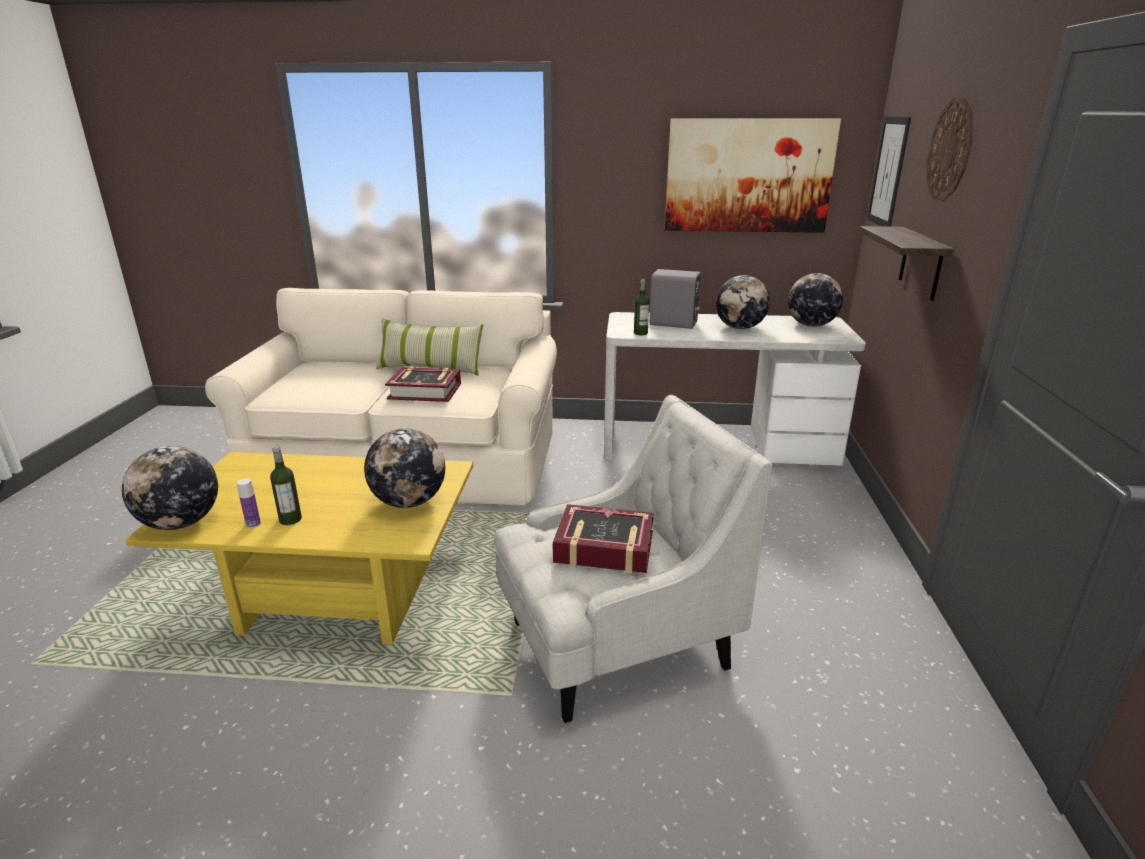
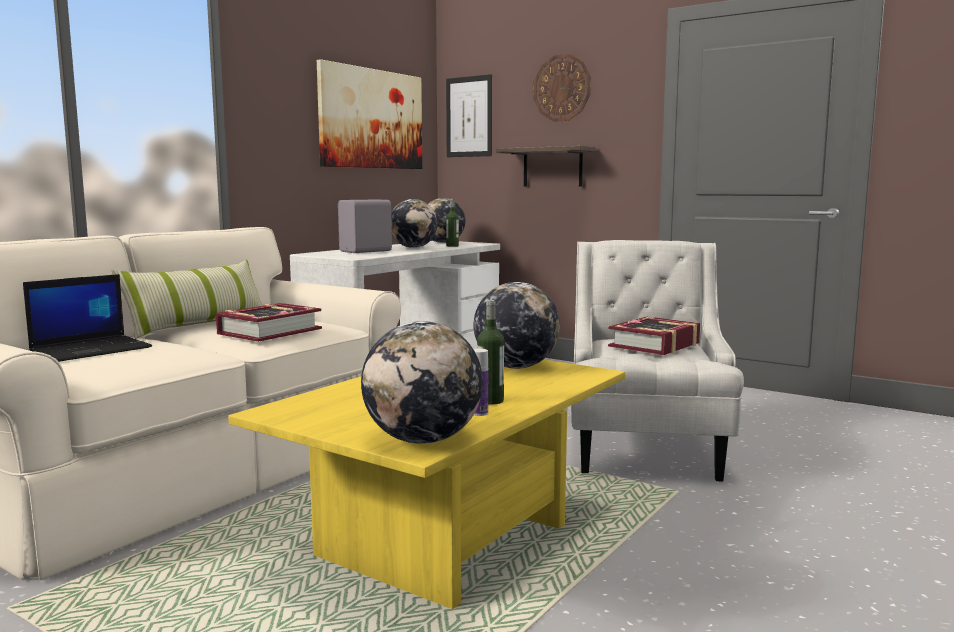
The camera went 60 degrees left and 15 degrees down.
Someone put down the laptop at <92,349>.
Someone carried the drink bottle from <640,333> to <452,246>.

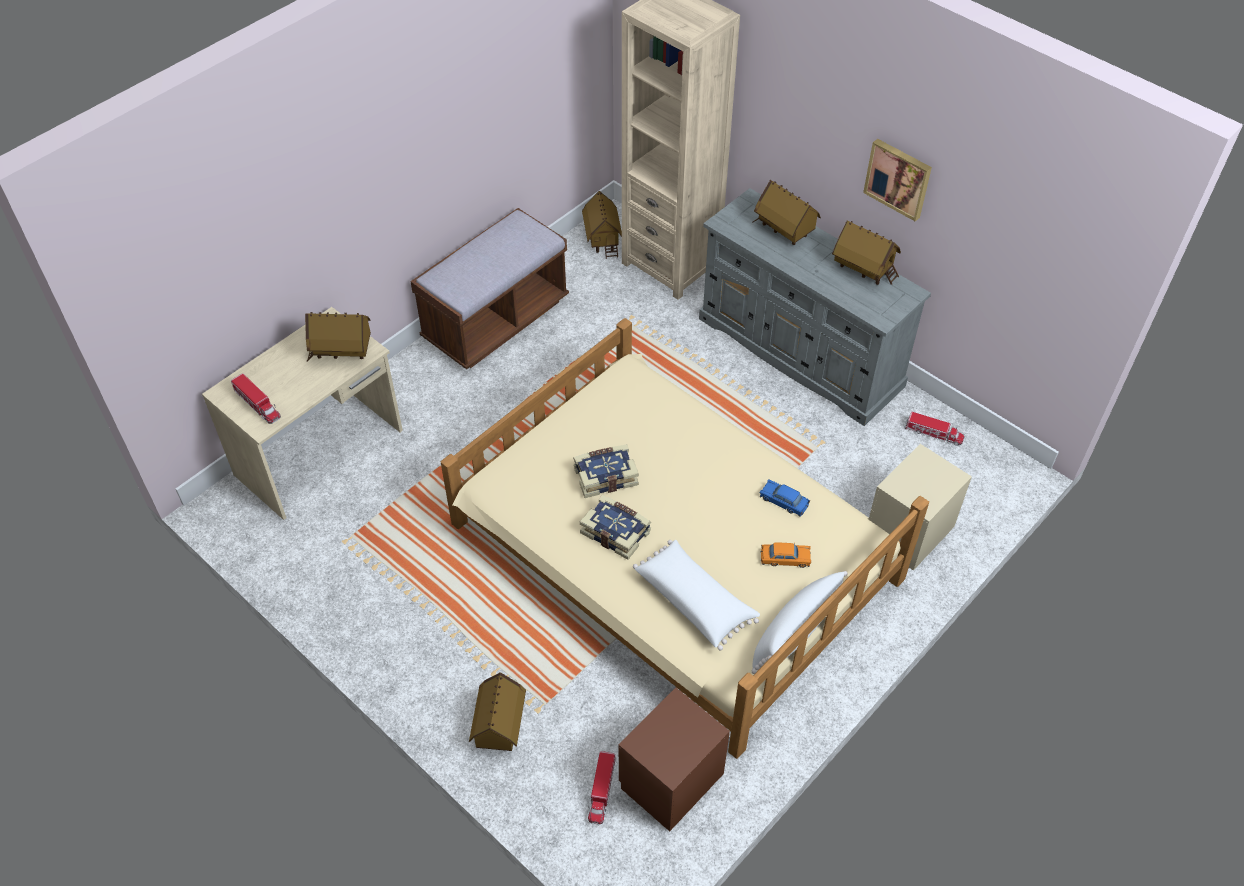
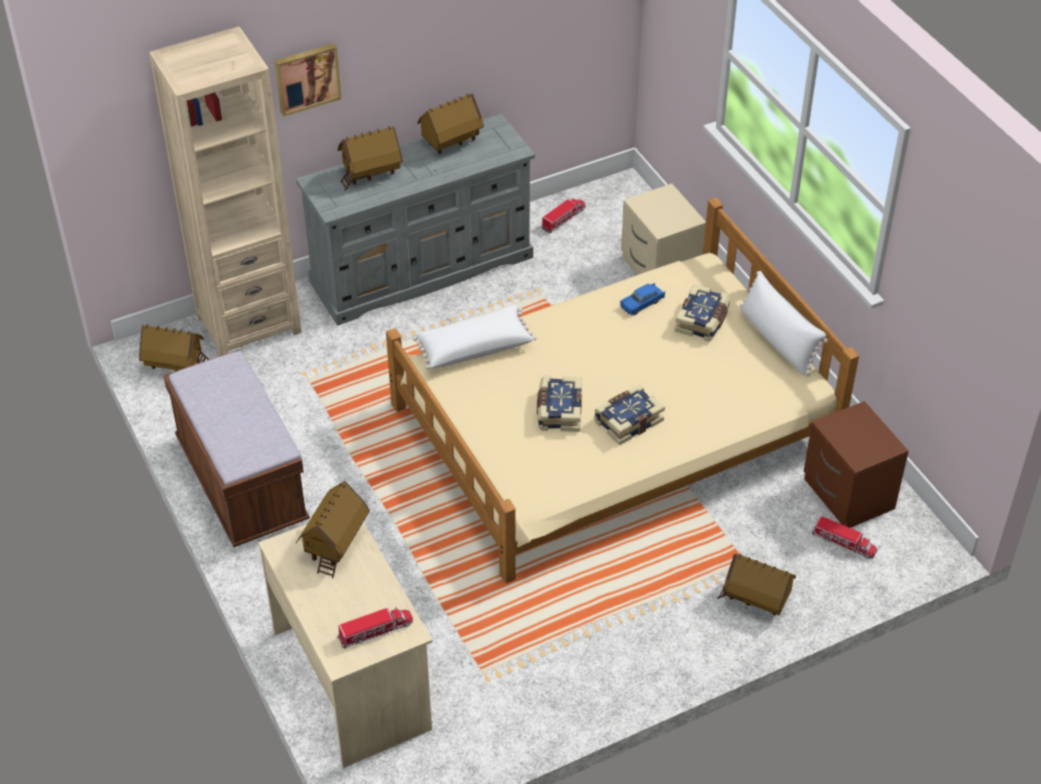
The camera went 70 degrees left and 5 degrees down.
Someone carried the picture from <898,178> to <307,77>.
Someone carried the whitish pillow from <695,600> to <474,347>.
Someone swapped the orange miniature car at <785,558> for the volume at <703,321>.

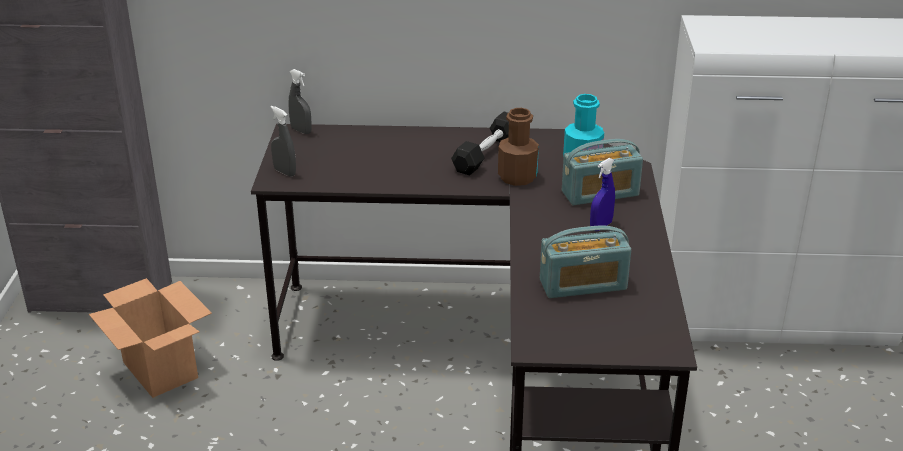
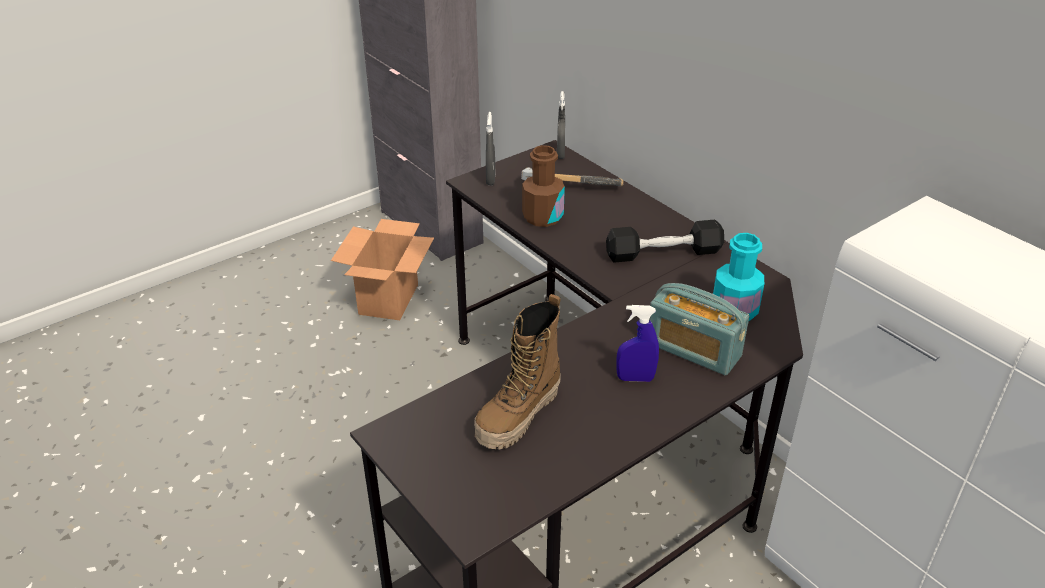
The camera went 50 degrees right and 5 degrees up.
Someone swapped the radio set at <583,285> for the tall boot at <519,416>.
Someone put down the hand hammer at <566,186>.
Someone carried the brown drink bottle from <517,177> to <542,217>.

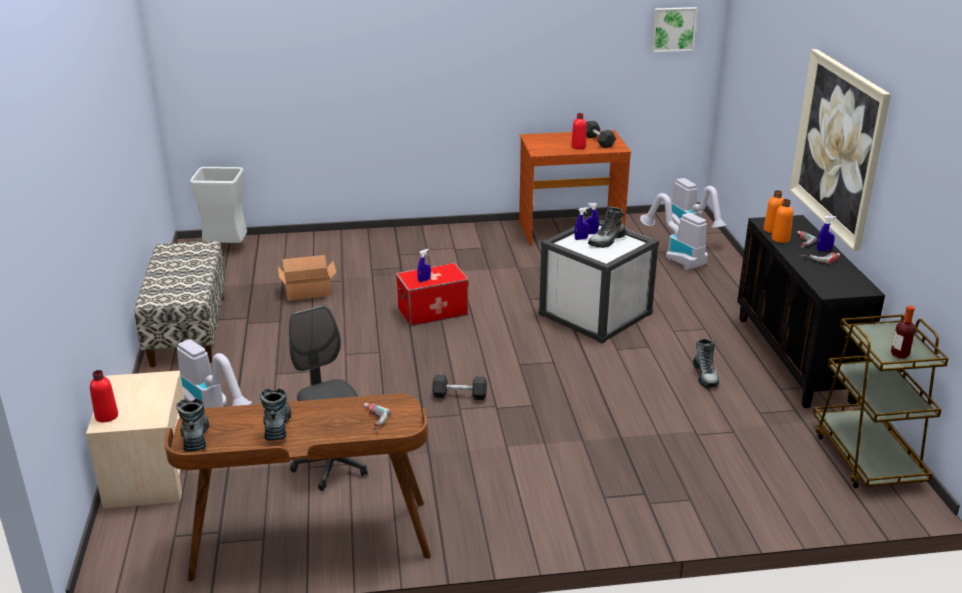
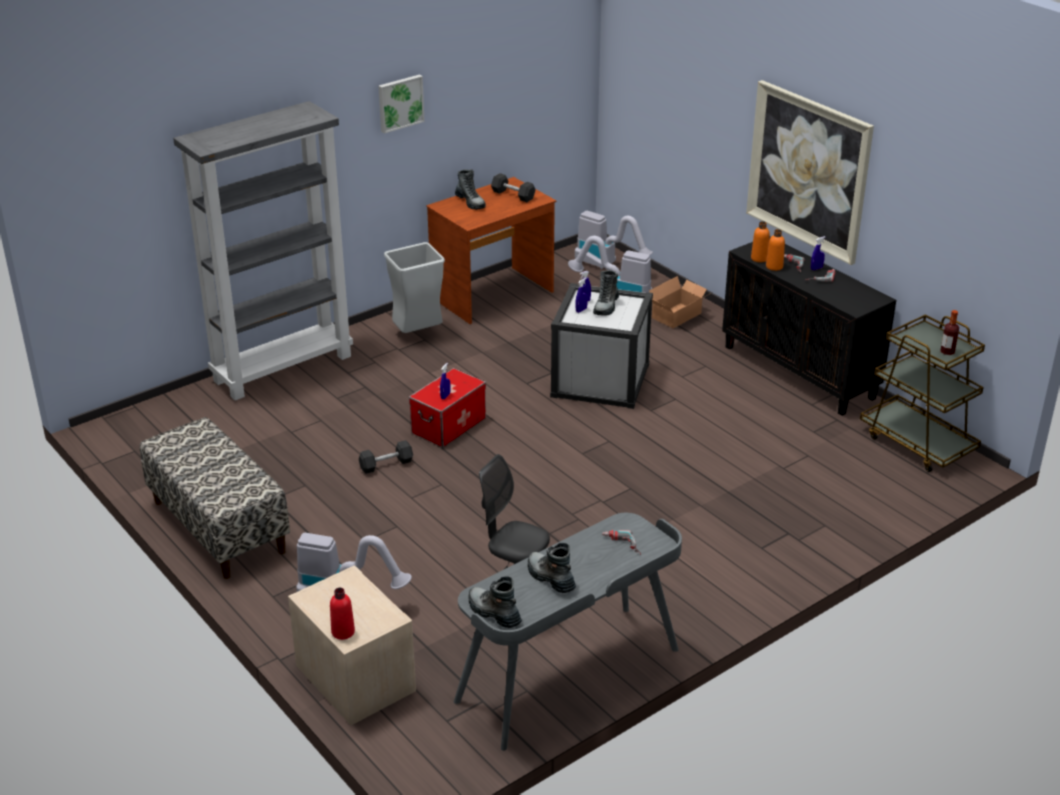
The camera went 30 degrees left and 5 degrees up.
Someone put down the greyish bookshelf at <283,367>.
Someone carried the greyish dumbbell from <459,395> to <386,464>.
Someone carried the picture from <673,29> to <400,103>.
Someone carried the greyish rubbish bin from <226,249> to <417,334>.
Someone repainted the brown desk table at <311,541>, which became the greyish desk table at <569,676>.
Someone carried the tall boot from <705,376> to <470,202>.
Someone carried the packing box from <309,292> to <678,316>.
Someone took away the reddish drink bottle at <578,147>.

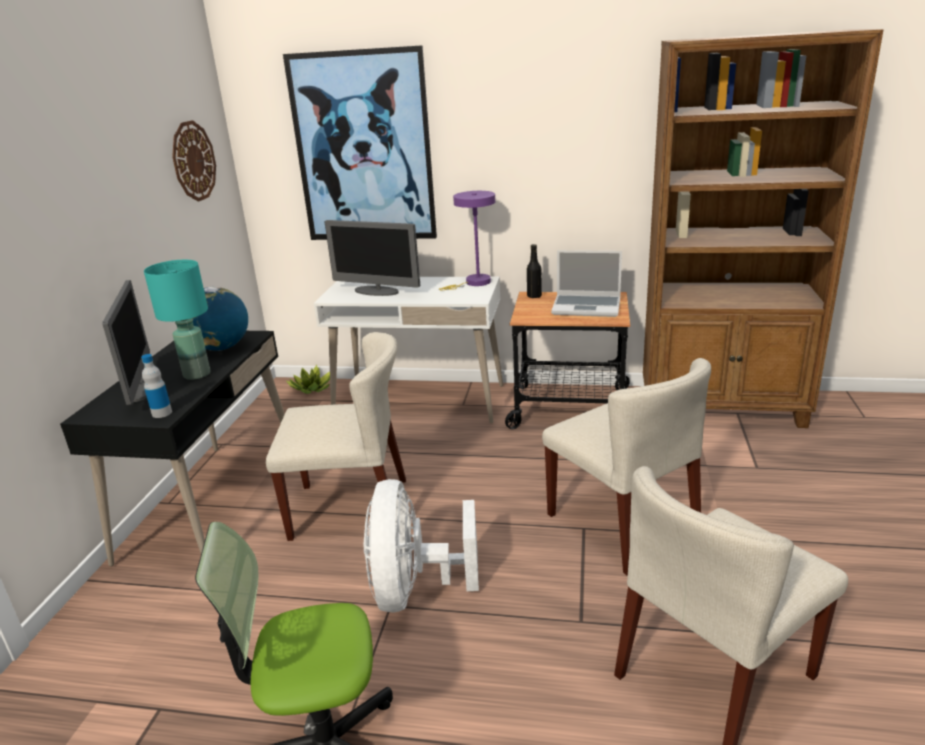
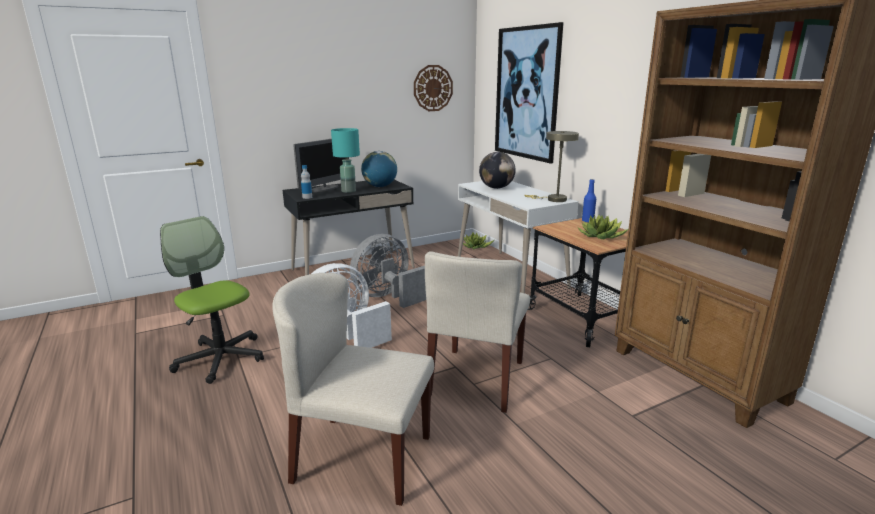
The camera went 50 degrees right and 5 degrees down.
Someone swapped the beige-coloured plain chair at <351,508> for the greyish electric fan at <388,297>.
Someone swapped the computer display at <377,291> for the world globe at <496,188>.
Someone repainted the purple-coloured table lamp at <474,283>, which became the beige-coloured table lamp at <553,199>.
Someone swapped the laptop at <587,307> for the plant in a pot at <601,236>.
Someone repainted the blackish drink bottle at <534,296>, which became the blue-coloured drink bottle at <587,221>.

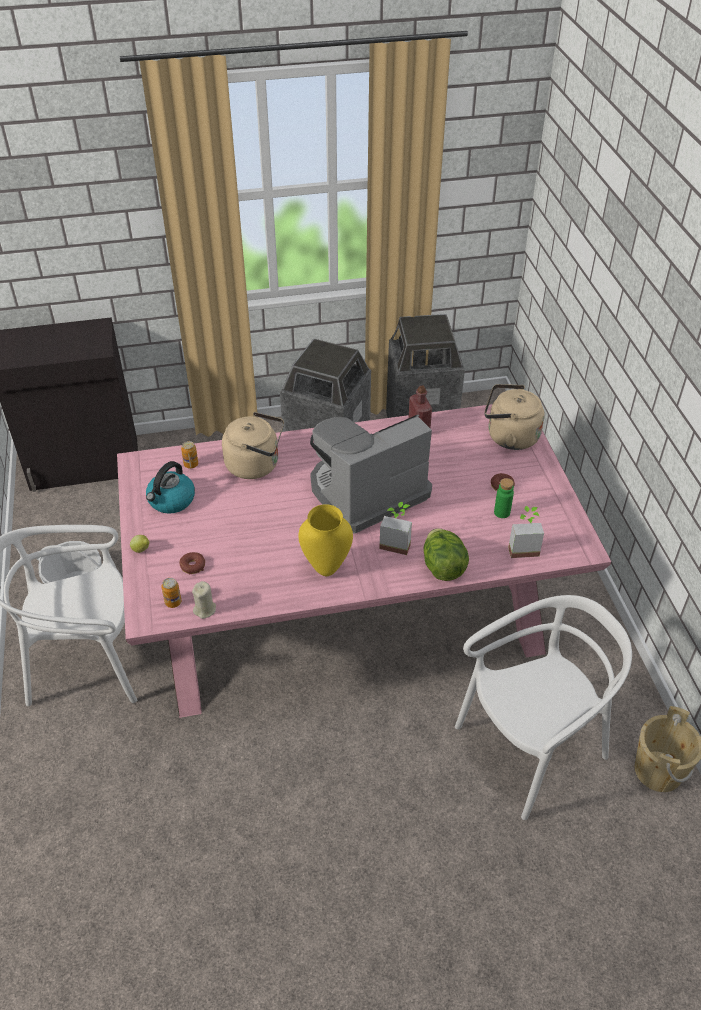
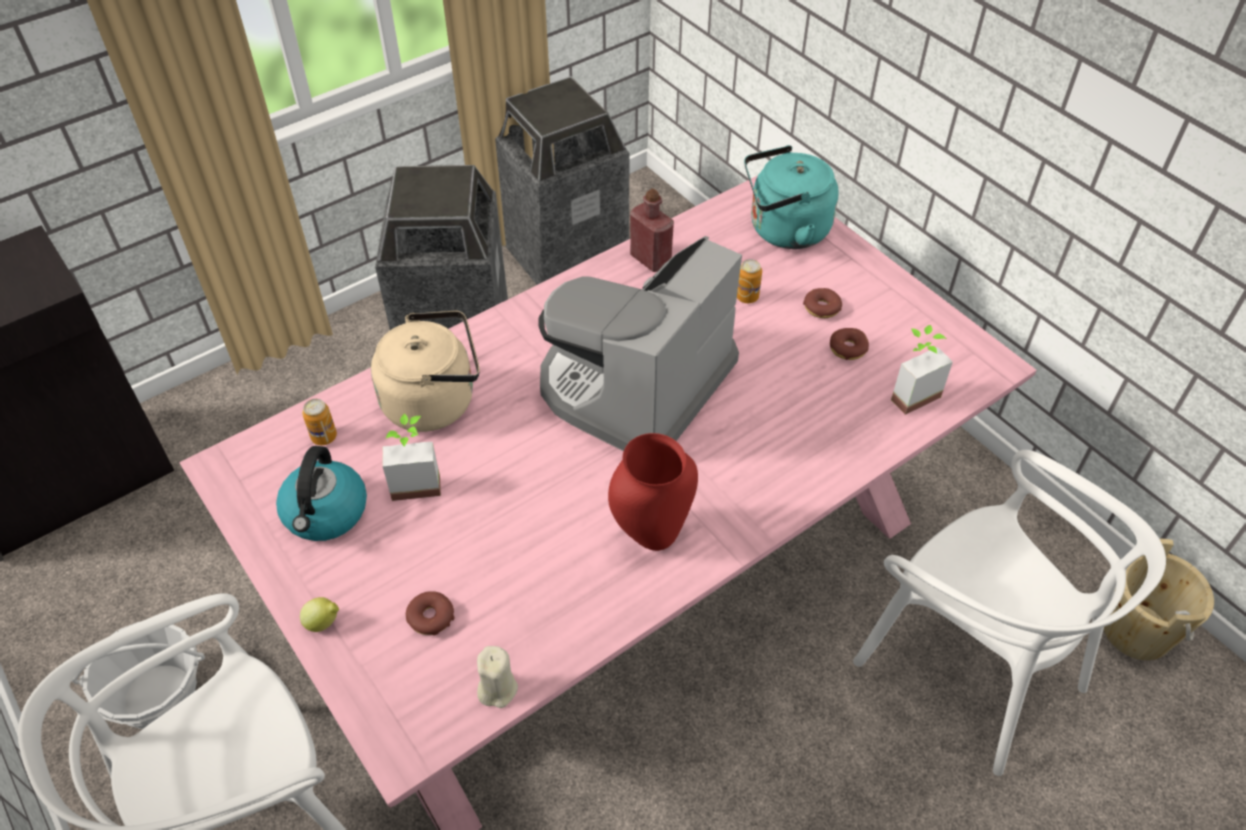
The camera went 25 degrees left and 5 degrees up.
Someone carried the plant in a pot from <396,542> to <416,480>.
Someone repainted the yellow vase at <326,567>, which became the reddish vase at <651,534>.
Someone carried the sealed can from <173,602> to <747,297>.
Someone repainted the beige-coloured tea kettle at <509,437>, which became the blue-green tea kettle at <784,230>.
Someone swapped the green-coloured drink bottle at <502,512> for the doughnut at <848,348>.
Someone rotated the whitish plain chair at <531,748> by 105 degrees clockwise.
Someone took away the lettuce at <443,567>.

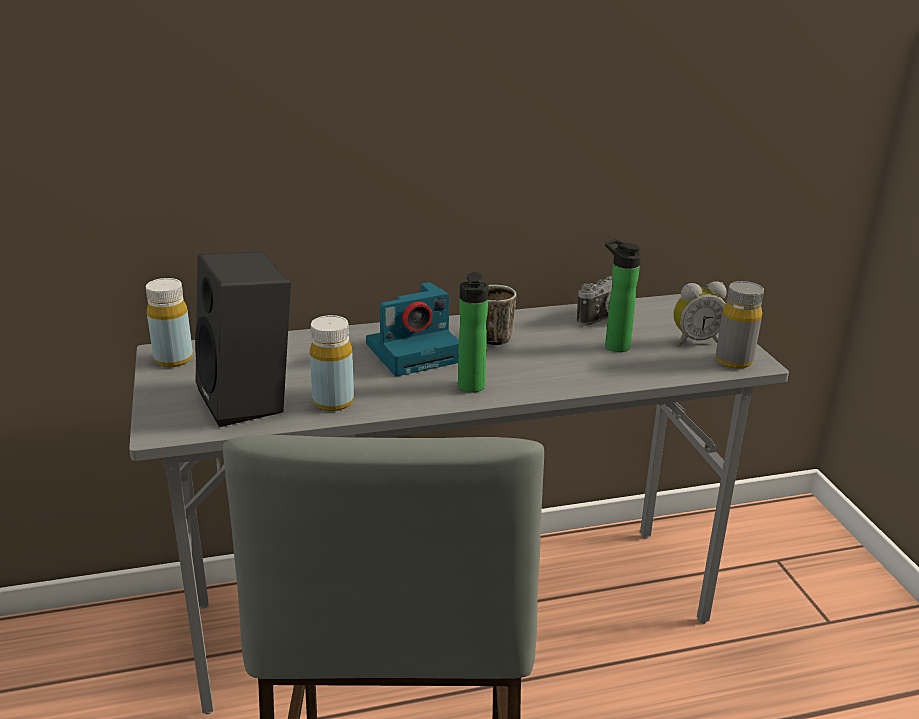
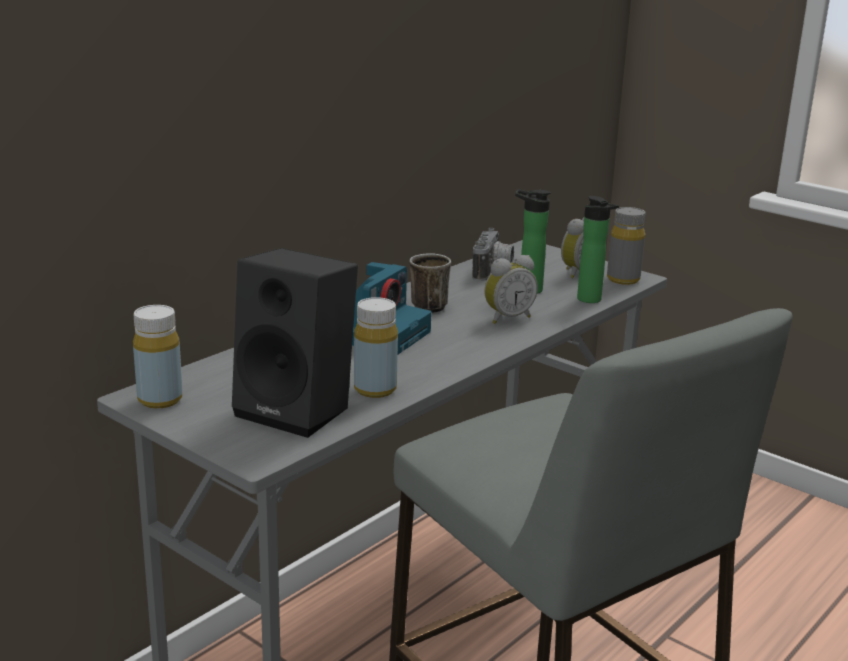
The camera went 35 degrees left and 5 degrees down.
Someone put down the bedside clock at <507,318>.
Someone carried the drink bottle from <471,388> to <592,300>.

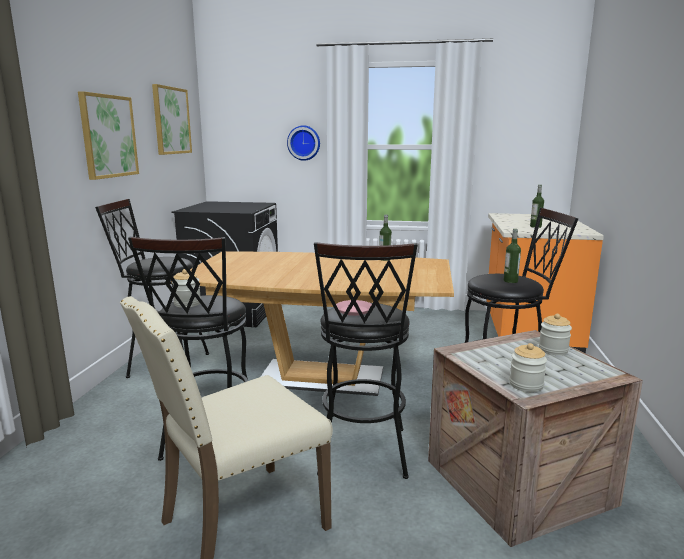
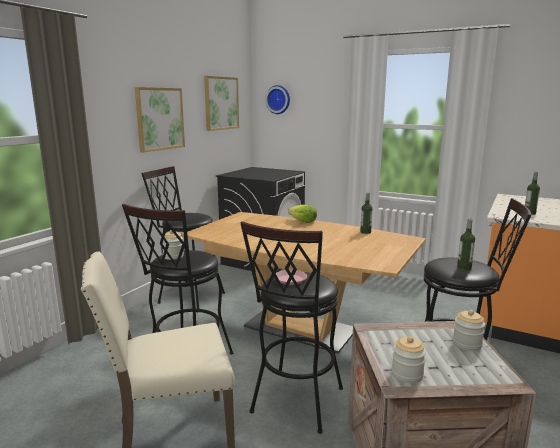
The camera went 20 degrees right and 0 degrees up.
Someone carried the wall clock from <304,143> to <278,99>.
Someone put down the lettuce at <303,221>.

